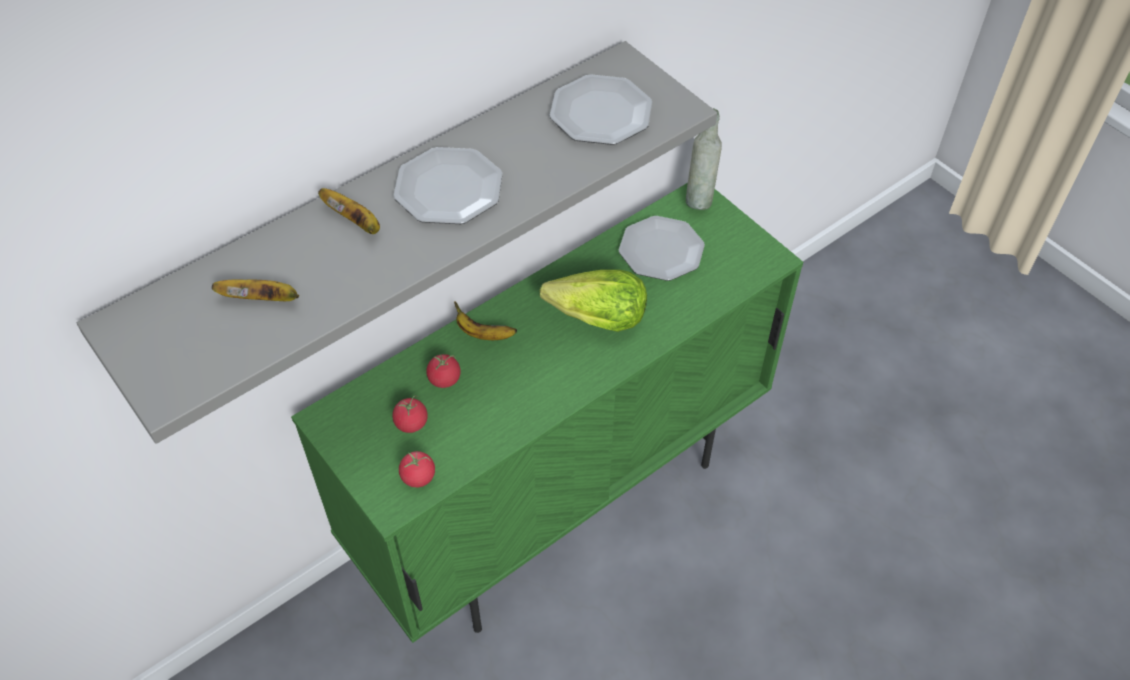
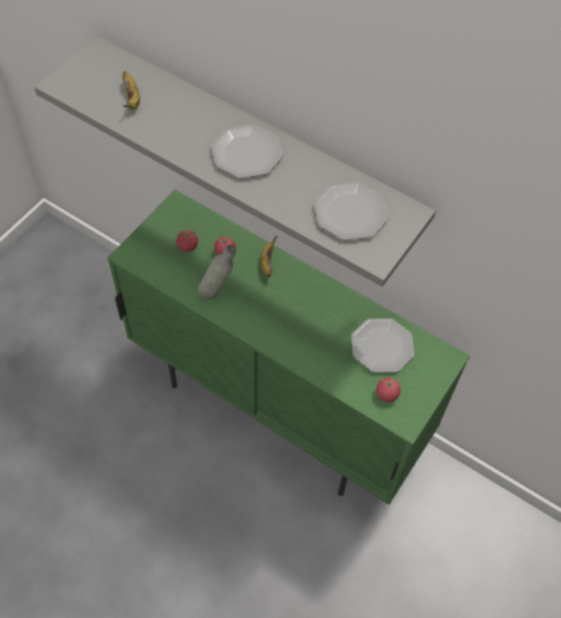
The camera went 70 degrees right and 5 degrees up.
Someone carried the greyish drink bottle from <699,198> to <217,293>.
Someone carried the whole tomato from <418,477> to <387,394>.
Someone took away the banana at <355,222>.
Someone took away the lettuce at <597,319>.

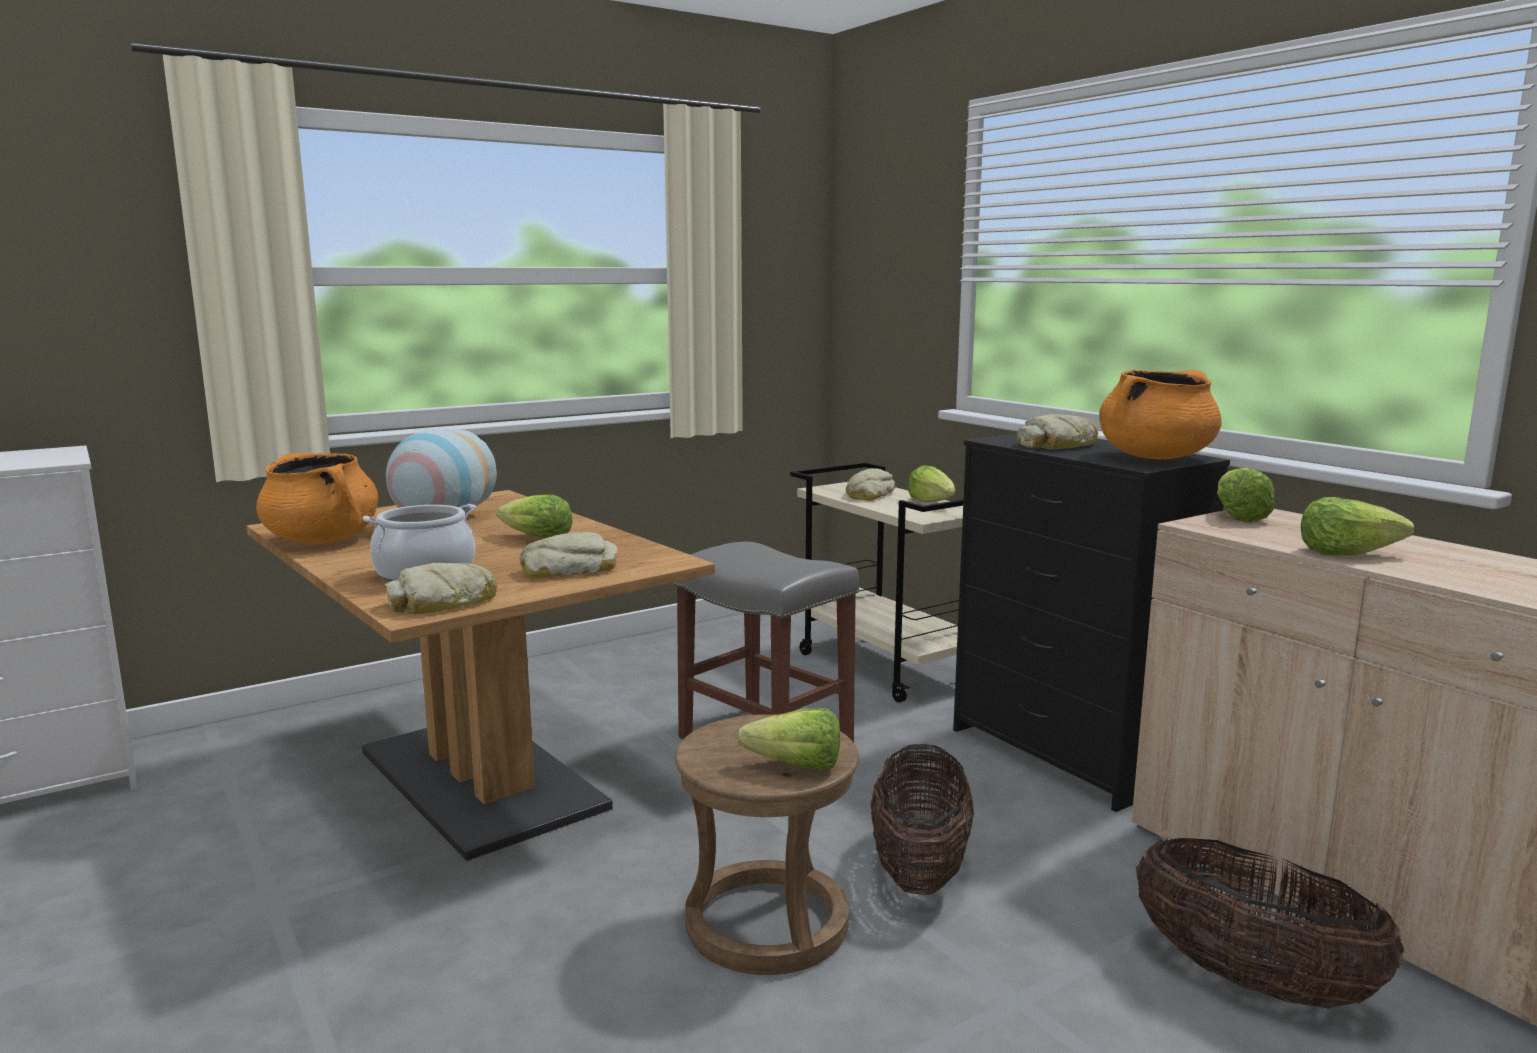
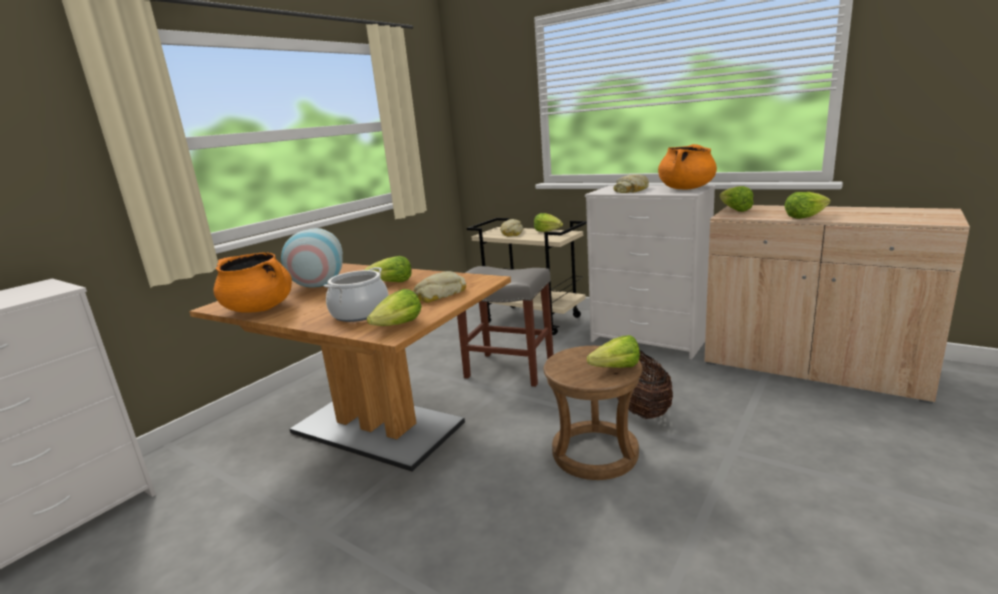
The camera went 20 degrees left and 5 degrees up.
Someone swapped the bakery bread at <442,602> for the lettuce at <399,325>.
Someone repainted the blackish dresser at <1070,754>, which became the whitish dresser at <649,339>.
Someone took away the basket at <1252,980>.

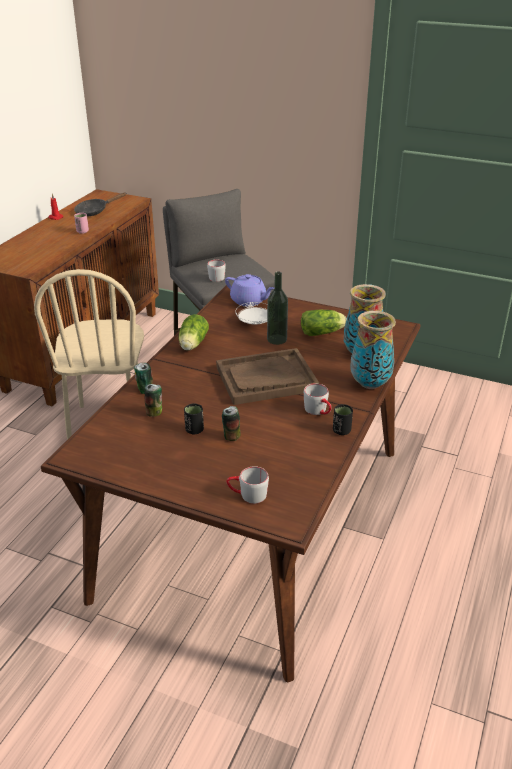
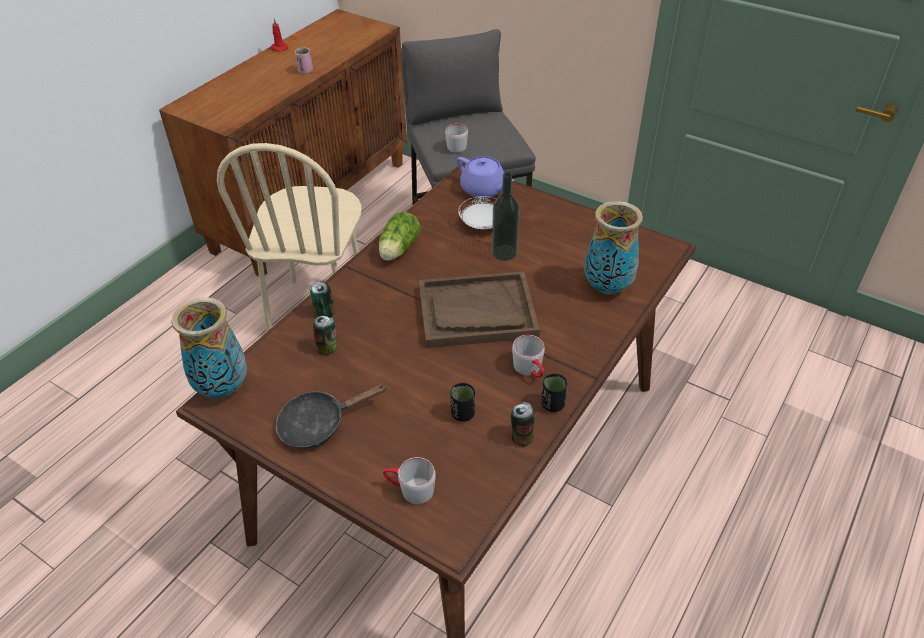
The camera went 10 degrees right and 10 degrees up.
Someone carried the vase from <370,384> to <223,387>.
Someone carried the blackish frying pan from <94,211> to <319,424>.
Someone carried the blackish drinking cup from <194,430> to <462,414>.
Someone carried the sealed can from <231,436> to <521,437>.
Someone took away the lettuce at <323,332>.

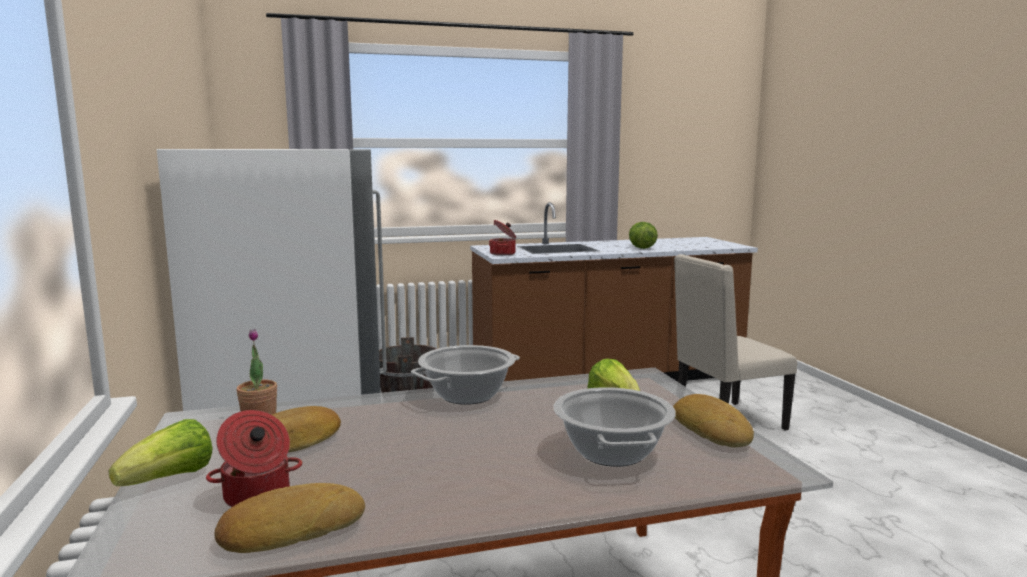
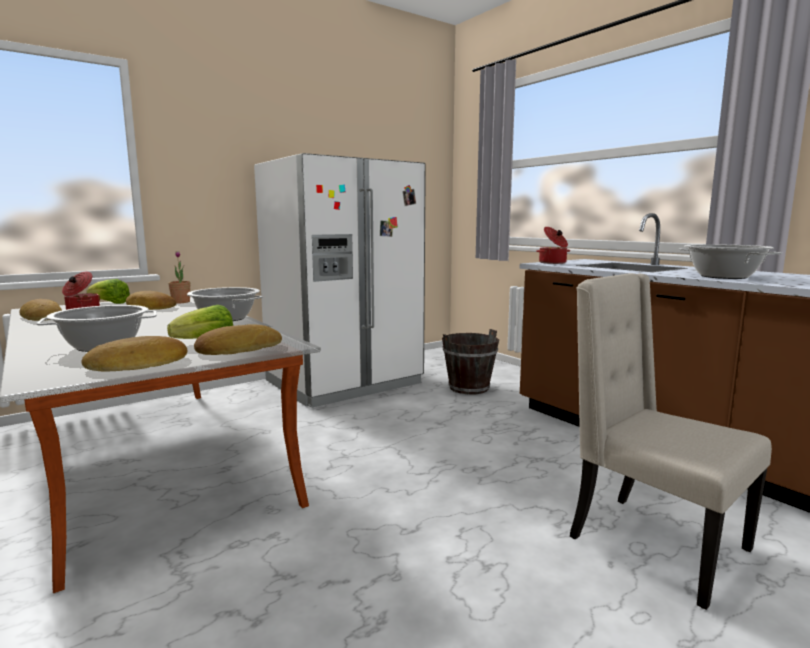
The camera went 70 degrees right and 0 degrees up.
Someone put down the bakery bread at <238,349>.
Someone swapped the lettuce at <641,248> for the cooking pot at <723,276>.

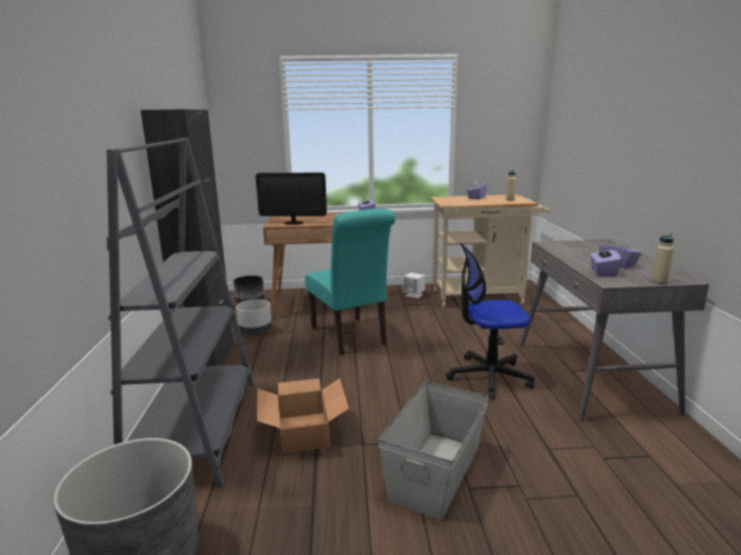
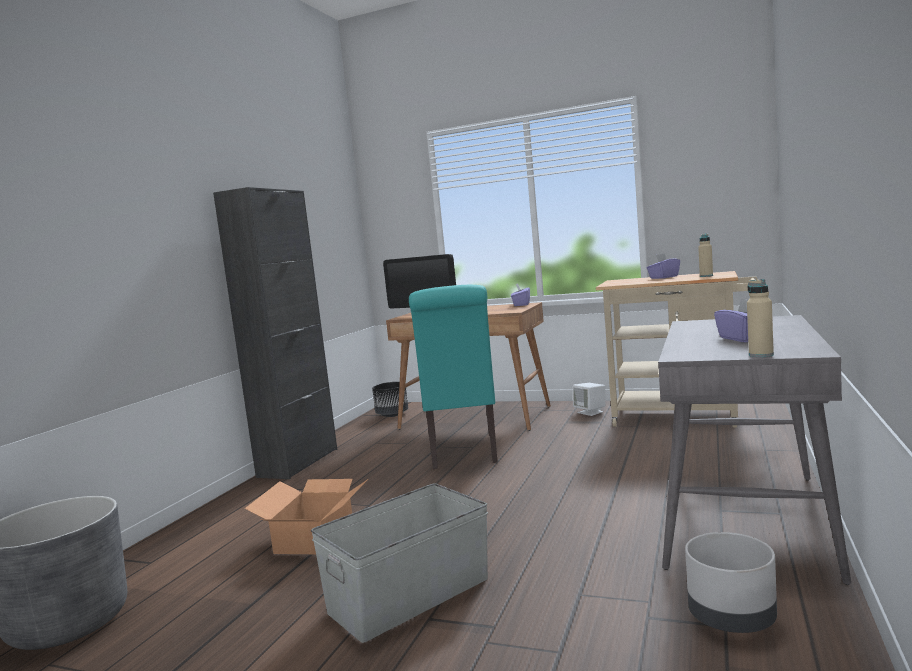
The camera went 25 degrees right and 10 degrees down.
Someone carried the greyish plant pot from <256,332> to <732,620>.
Someone took away the greyish bookshelf at <196,431>.
Someone took away the computer chair at <488,377>.
Someone took away the purple-coloured box of tissues at <603,272>.

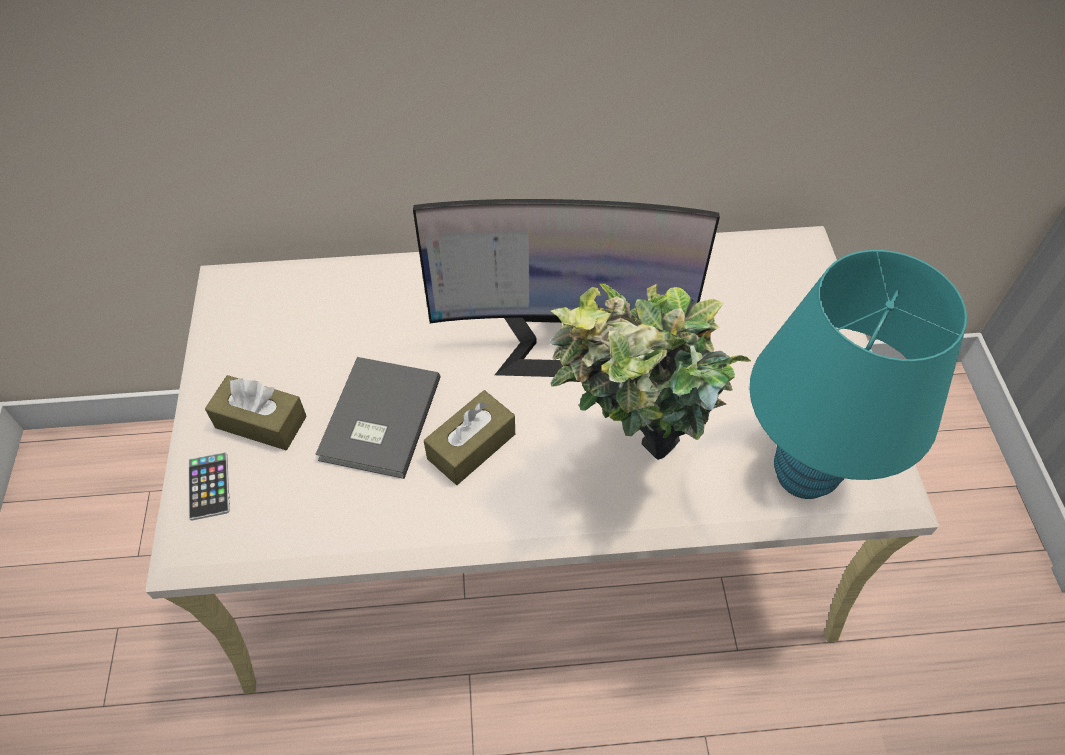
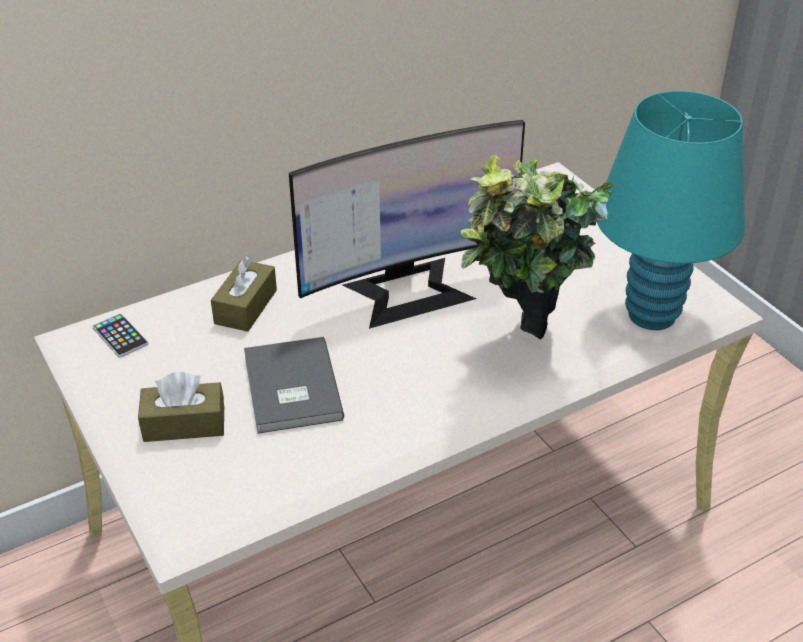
The camera went 25 degrees left and 15 degrees down.
Someone carried the phone from <209,486> to <120,336>.
Someone carried the brown box of tissues from <471,446> to <246,307>.

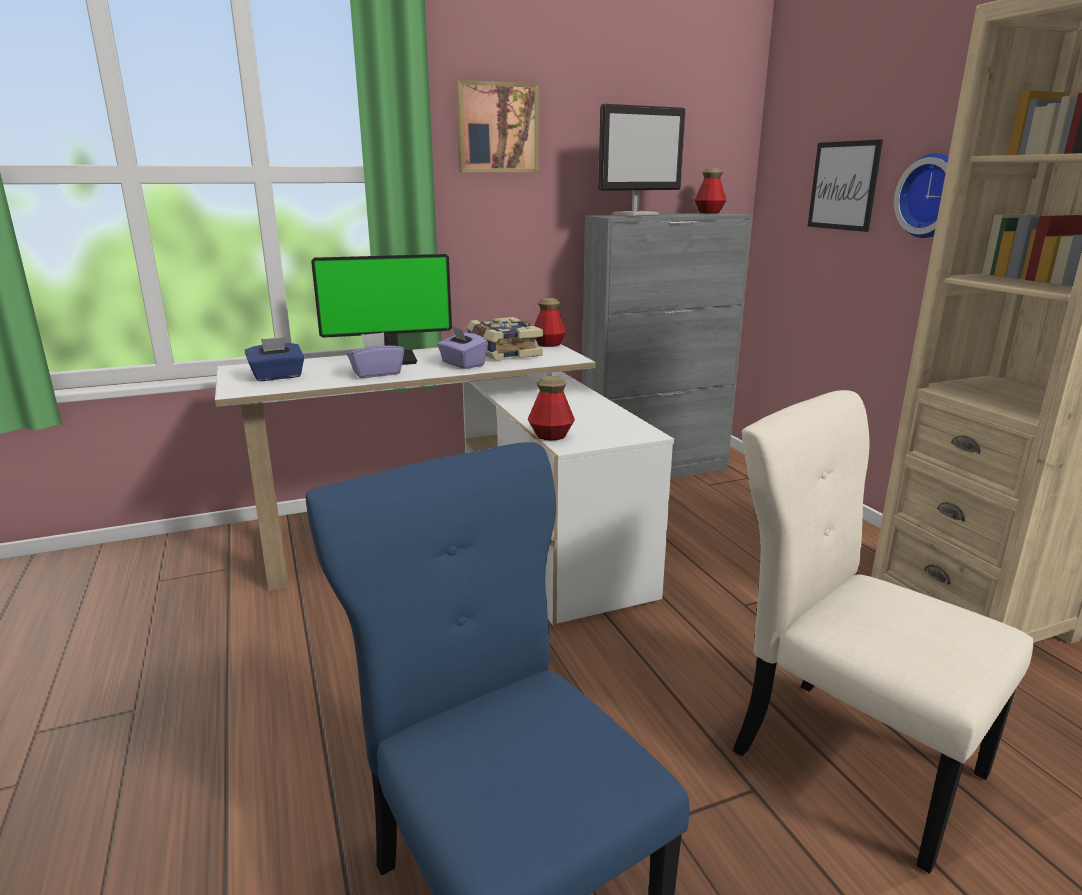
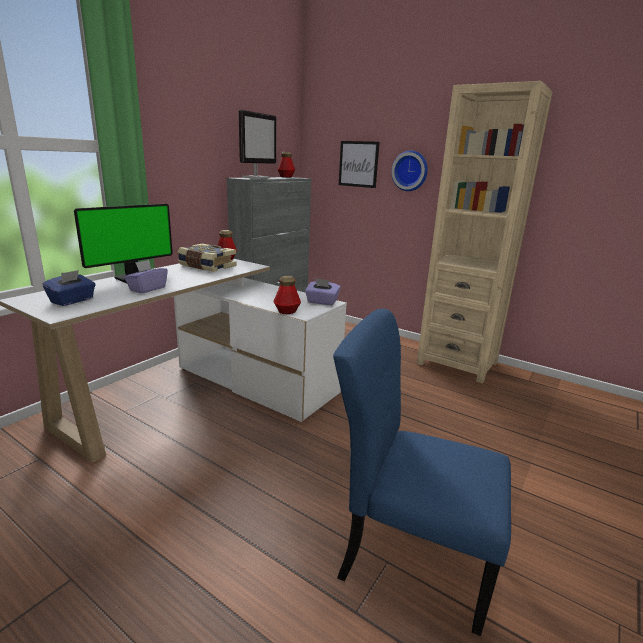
The camera went 35 degrees left and 0 degrees up.
Someone carried the purple-coloured box of tissues from <462,364> to <322,302>.
Someone took away the picture at <497,128>.
Someone took away the beige-coloured plain chair at <847,756>.

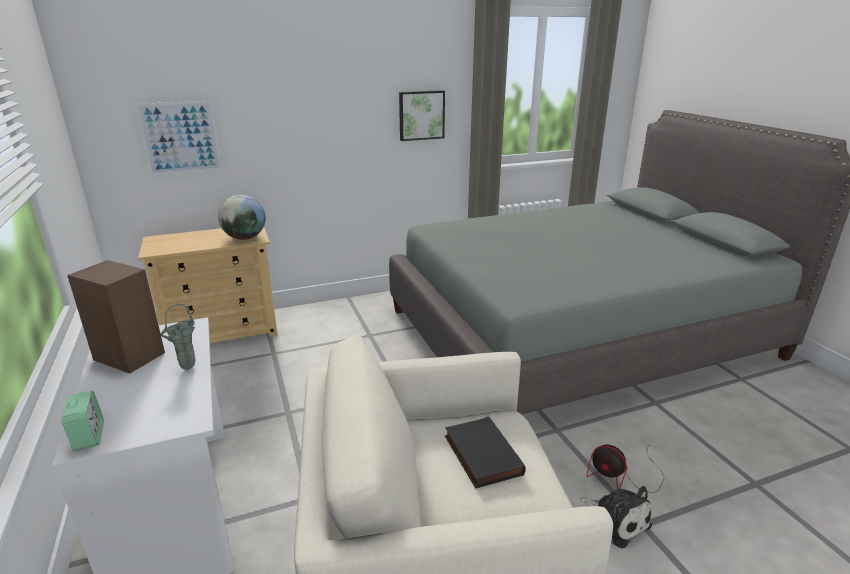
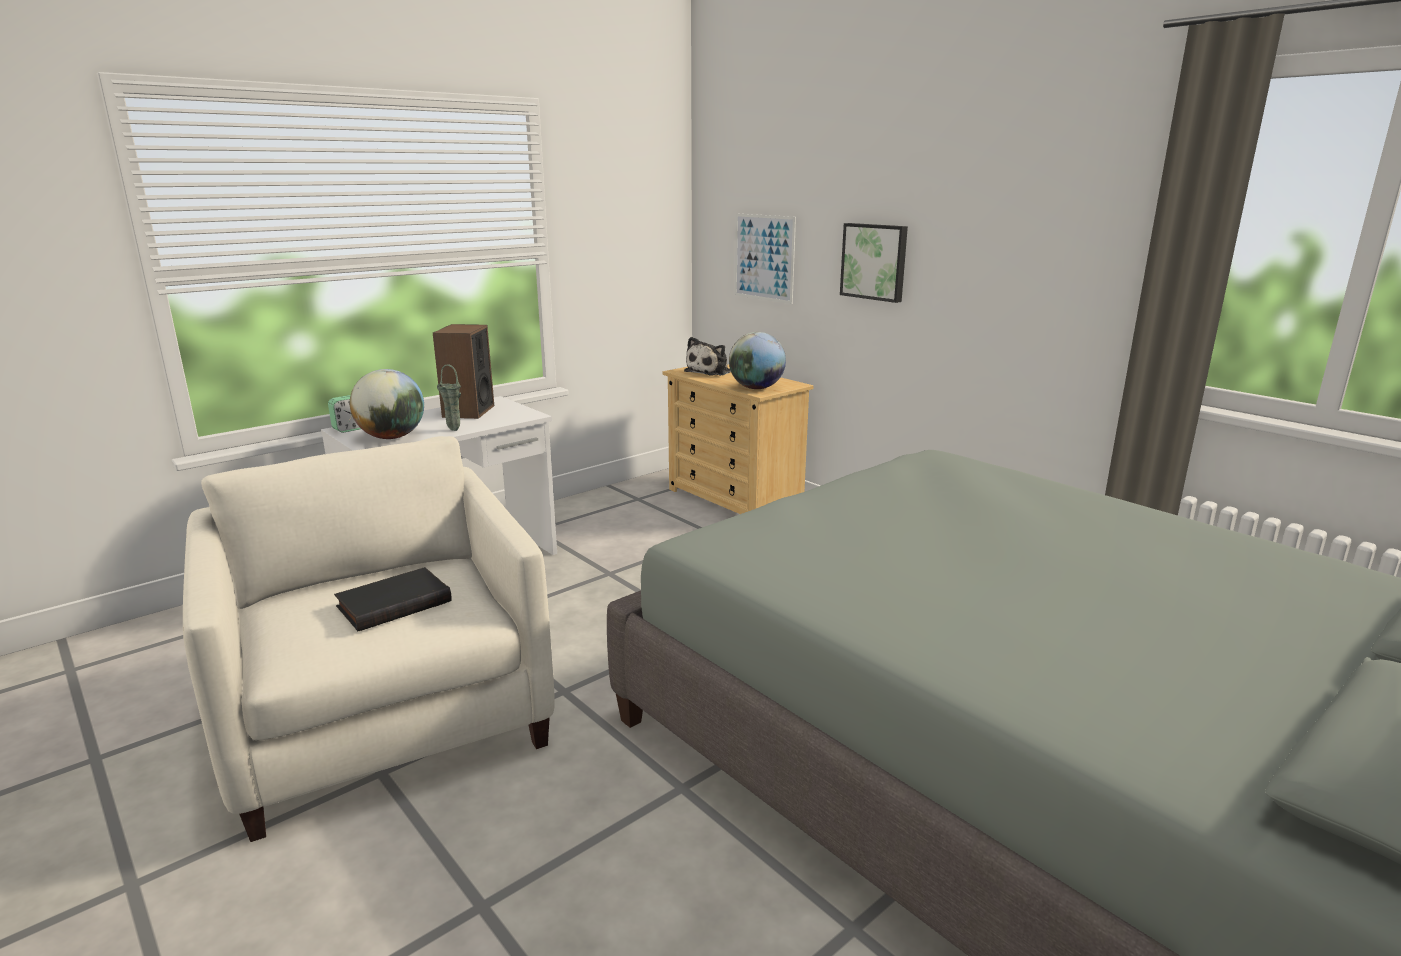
The camera went 70 degrees right and 5 degrees down.
Someone put down the world globe at <392,437>.
Someone carried the cuddly toy from <615,520> to <710,371>.
Someone carried the picture from <421,115> to <875,261>.
Someone took away the electric fan at <622,476>.

